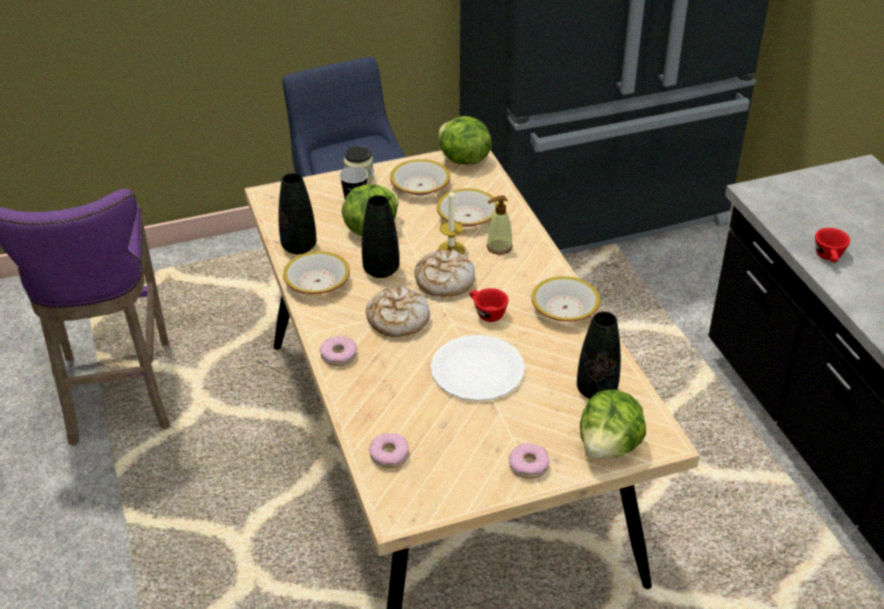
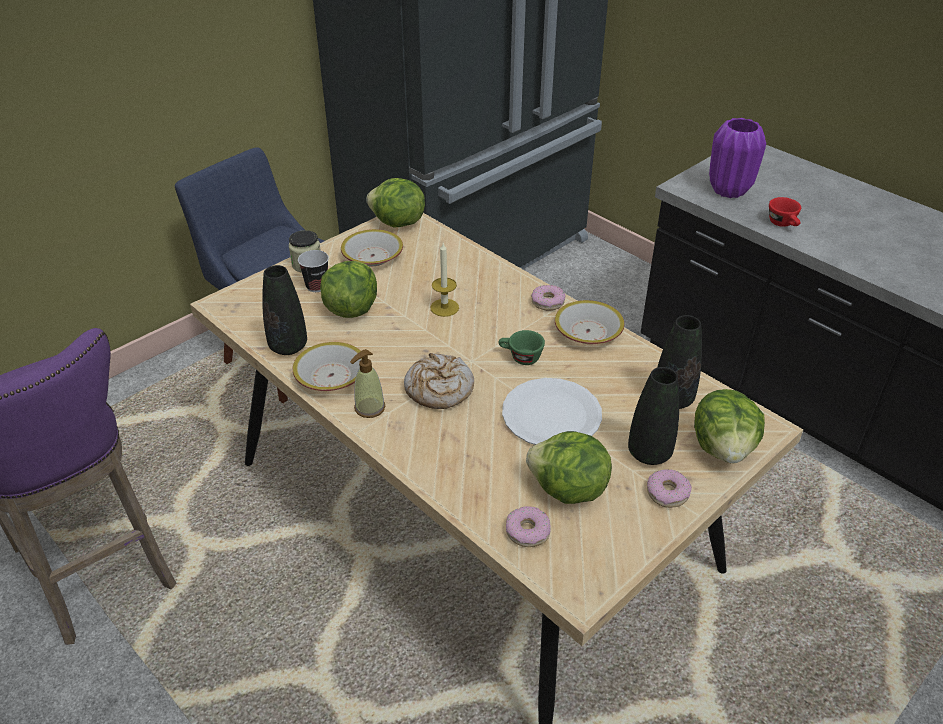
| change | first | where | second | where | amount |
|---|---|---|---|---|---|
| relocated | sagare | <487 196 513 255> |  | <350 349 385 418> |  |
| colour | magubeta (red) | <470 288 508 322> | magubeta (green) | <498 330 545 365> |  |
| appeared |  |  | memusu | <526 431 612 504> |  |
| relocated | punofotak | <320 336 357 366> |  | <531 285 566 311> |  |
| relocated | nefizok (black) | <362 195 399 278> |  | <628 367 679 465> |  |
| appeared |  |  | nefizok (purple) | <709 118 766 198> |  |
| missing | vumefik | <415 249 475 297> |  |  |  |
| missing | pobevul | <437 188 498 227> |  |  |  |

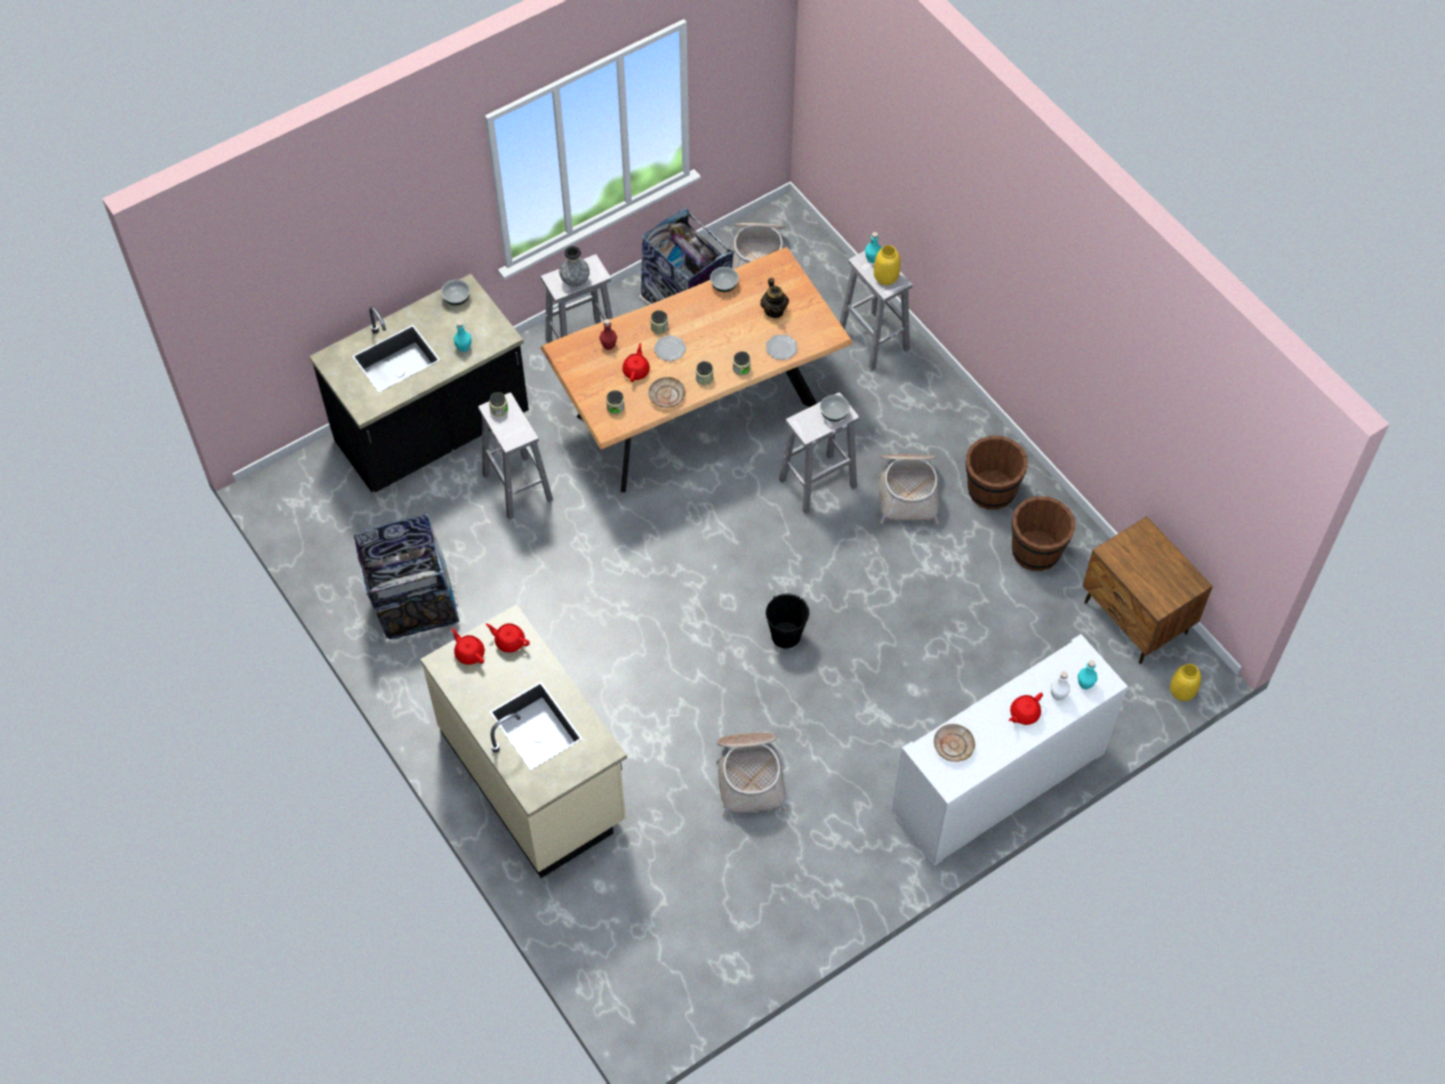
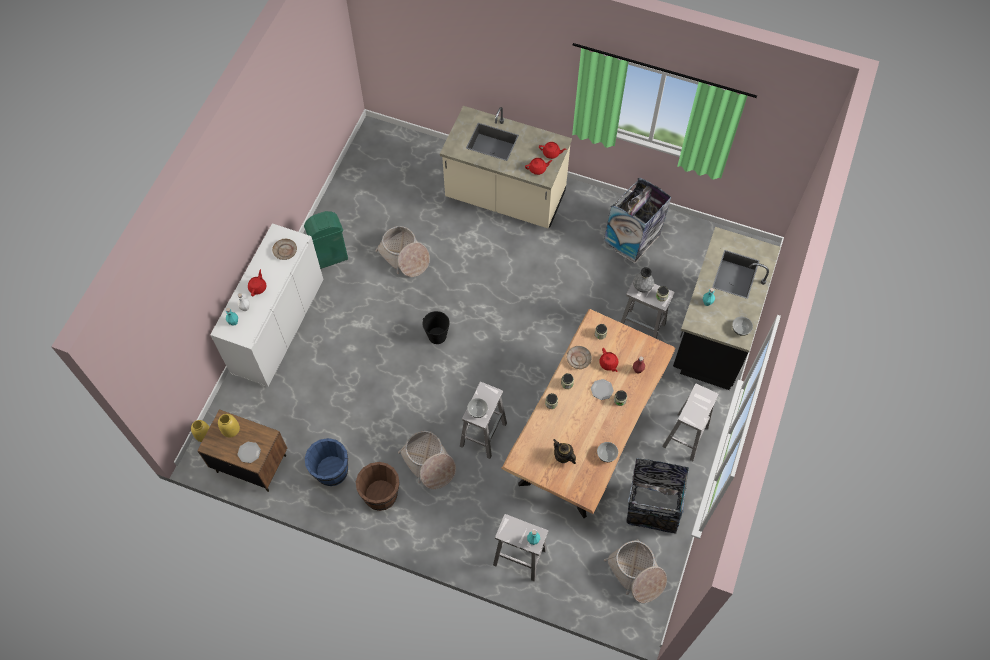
| change | first | where | second | where | amount |
|---|---|---|---|---|---|
| relocated | nefizok (yellow) | <874 245 901 285> |  | <218 414 240 437> |  |
| relocated | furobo | <766 335 797 360> |  | <237 442 261 463> |  |
| appeared |  |  | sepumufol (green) | <304 211 348 269> |  |
| colour | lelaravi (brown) | <1012 496 1075 571> | lelaravi (blue) | <305 438 348 486> |  |
| relocated | nefizok (grey) | <559 246 590 287> |  | <633 267 654 292> |  |

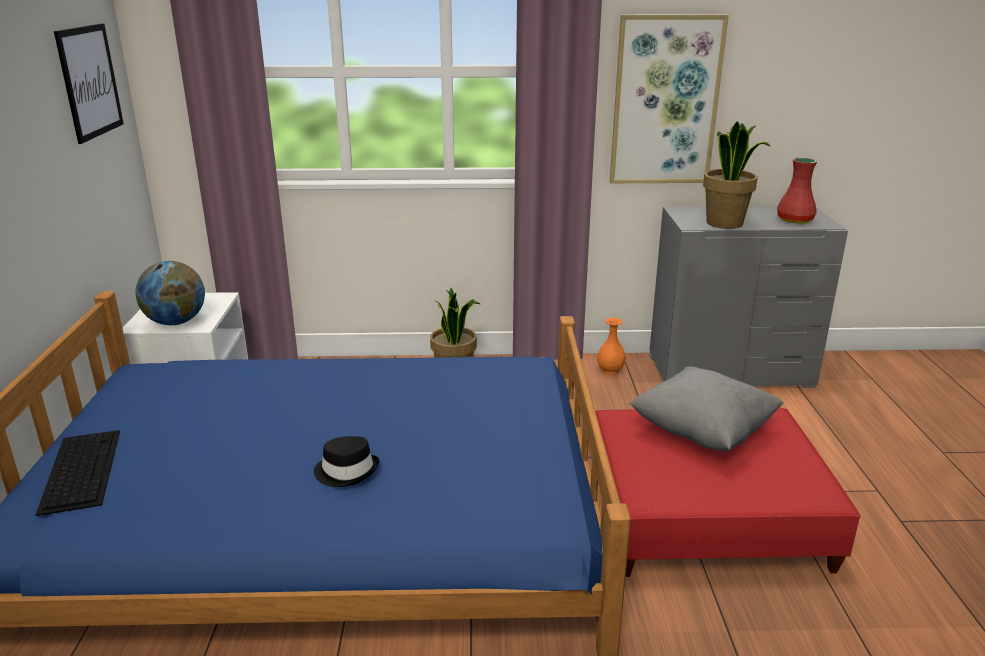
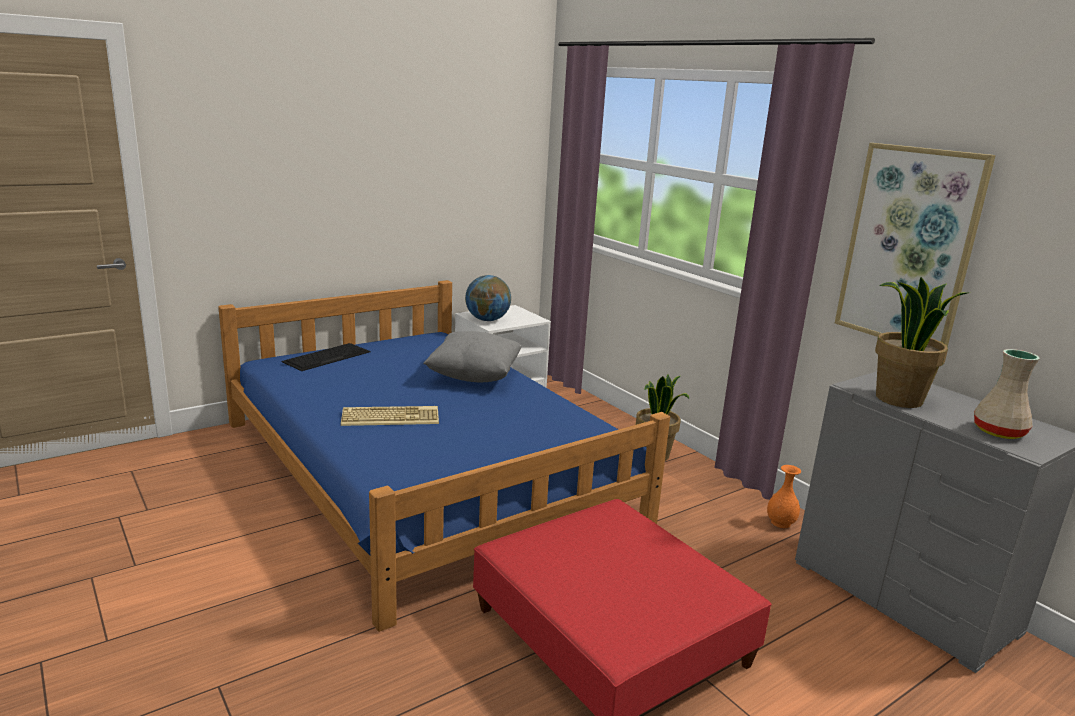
| change | first | where | second | where | amount |
|---|---|---|---|---|---|
| exchanged | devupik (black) | <314 436 379 487> | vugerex | <341 406 439 426> |  |
| relocated | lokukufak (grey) | <629 366 784 451> |  | <423 331 522 382> |  |
| colour | nefizok (red) | <777 158 817 224> | nefizok (beige) | <974 349 1040 439> |  |
| missing | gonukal | <54 23 124 144> |  |  |  |

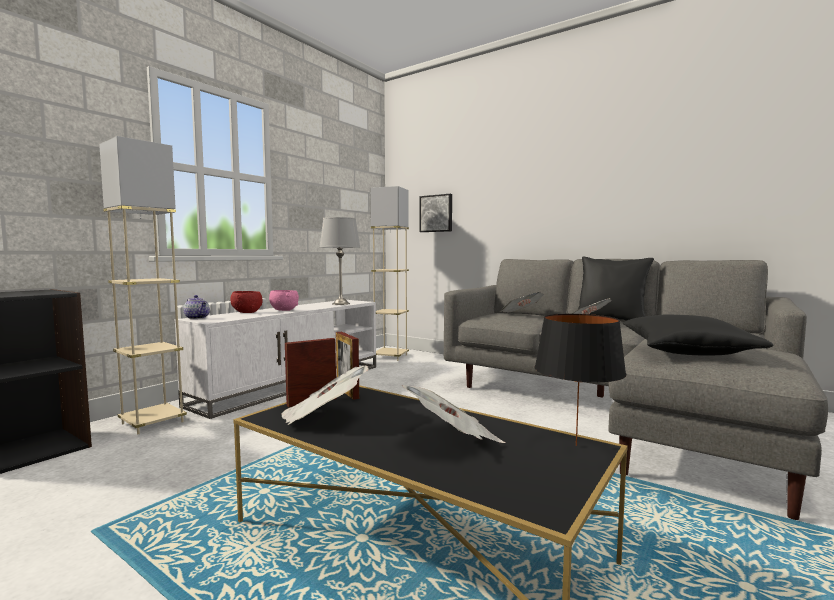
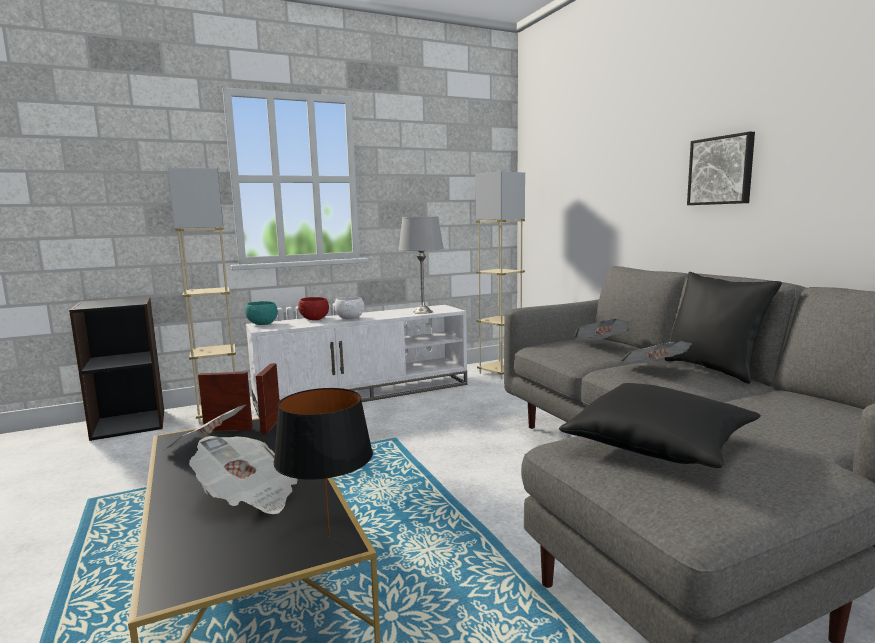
| change | first | where | second | where | amount |
|---|---|---|---|---|---|
| exchanged | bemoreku | <183 295 210 319> | pobevul (turquoise) | <245 301 278 325> |  |
| colour | pobevul (pink) | <269 290 299 311> | pobevul (white) | <334 297 364 320> |  |
| relocated | gonukal | <420 194 452 232> |  | <687 132 755 205> |  |

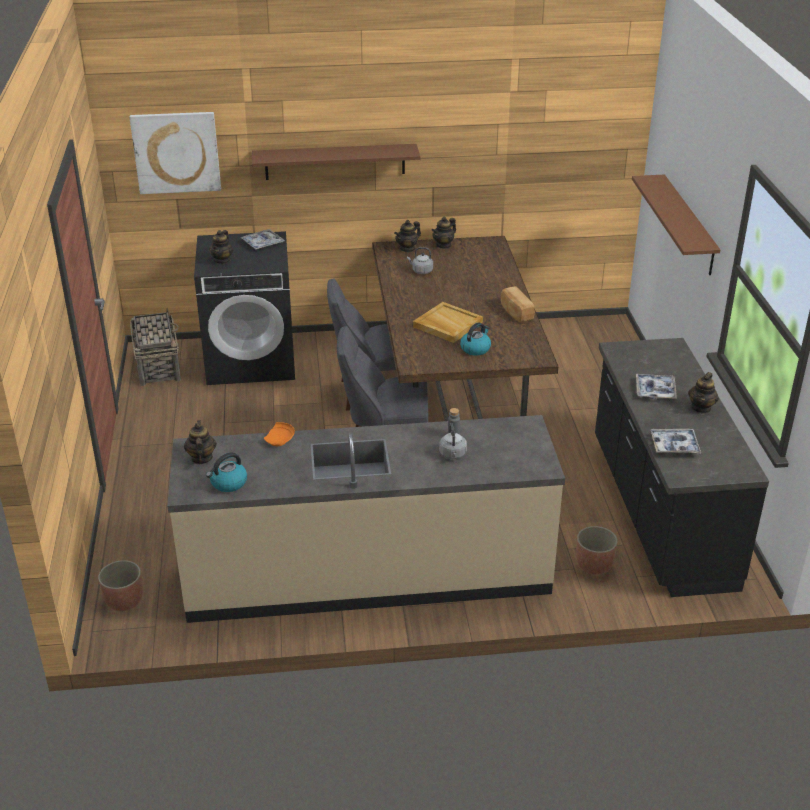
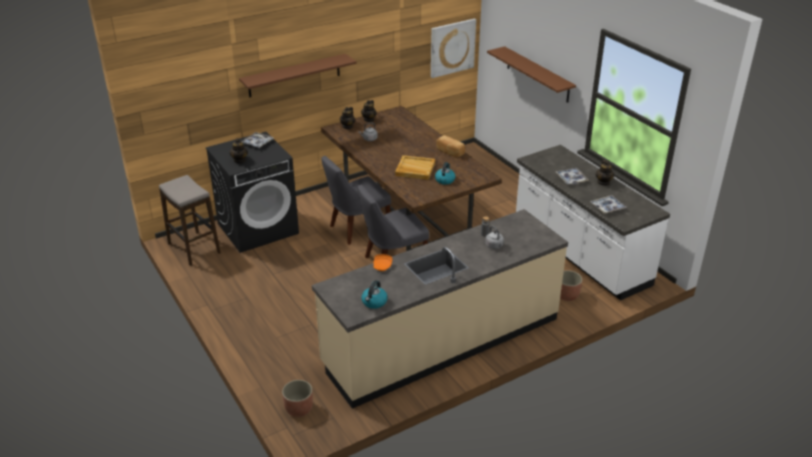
| change | first | where | second | where | amount |
|---|---|---|---|---|---|
| exchanged | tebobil | <130 308 181 386> | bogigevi | <159 175 221 266> |  |
| relocated | gonukal | <129 112 221 194> |  | <431 19 476 78> |  |
| colour | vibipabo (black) | <595 338 769 597> | vibipabo (white) | <516 145 670 301> |  |
| missing | bemoreku | <184 420 217 464> |  |  |  |

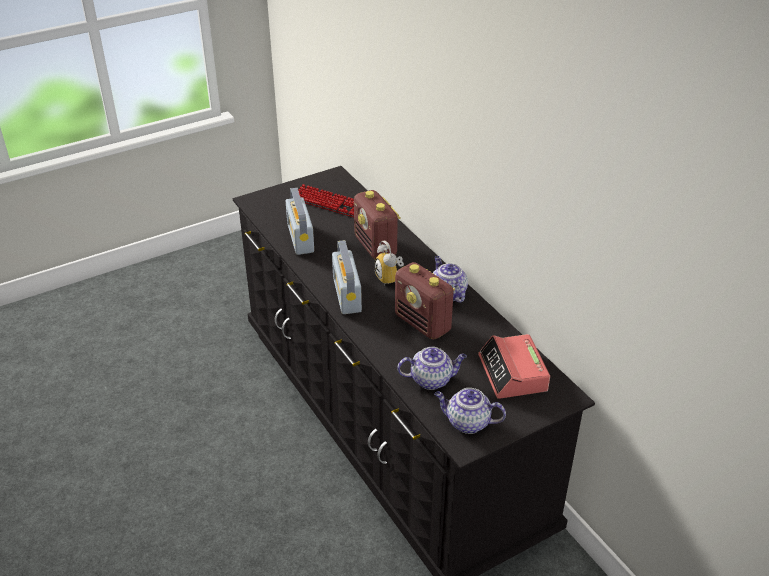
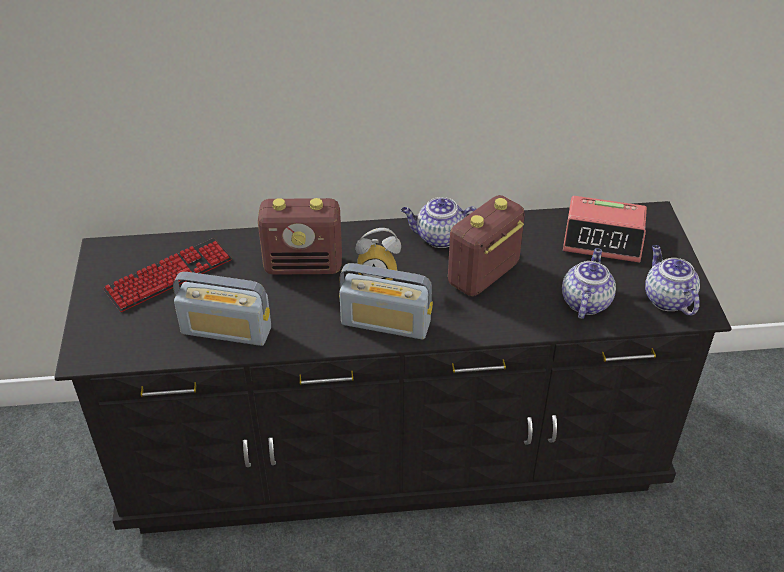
| change | first | where | second | where | amount |
|---|---|---|---|---|---|
| spun | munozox | <395 262 455 340> |  | <448 195 525 296> | 150 degrees clockwise |
| spun | bemoreku | <434 388 506 434> |  | <645 245 700 316> | 120 degrees clockwise |

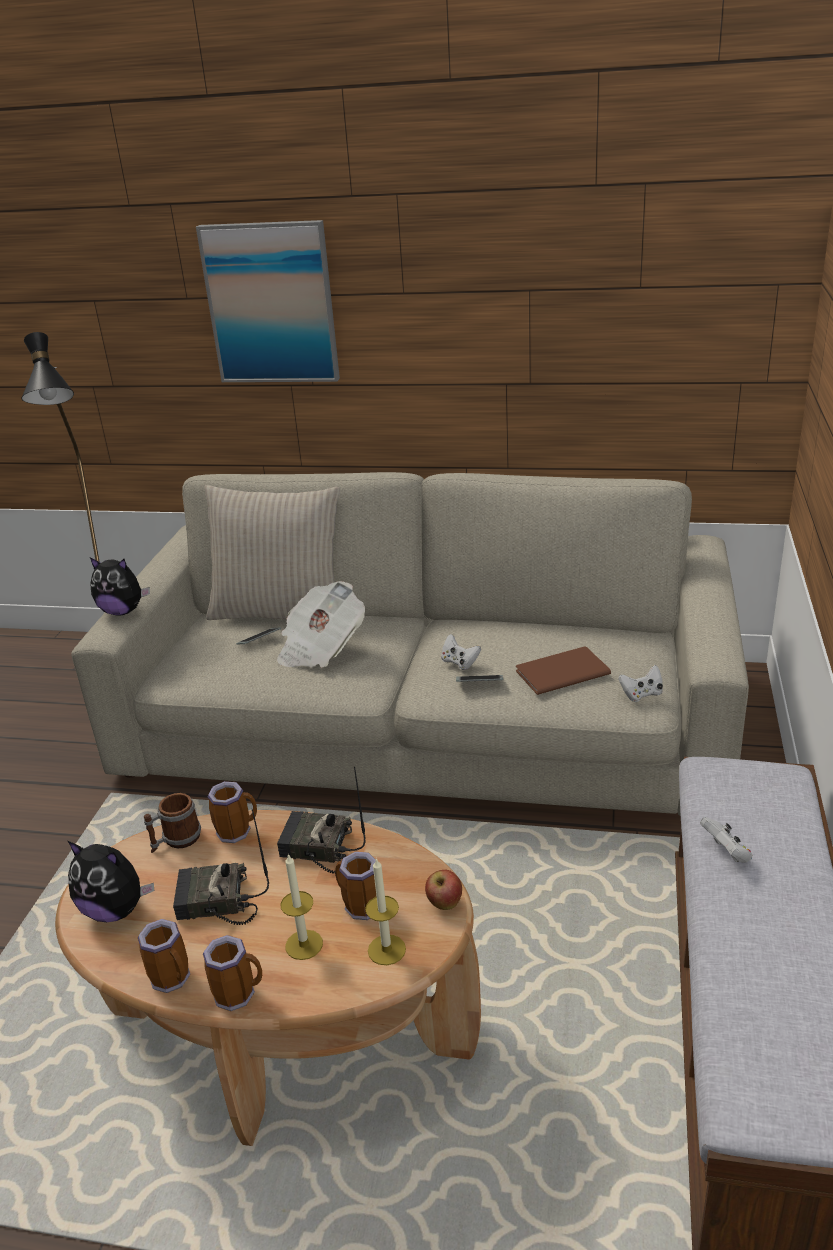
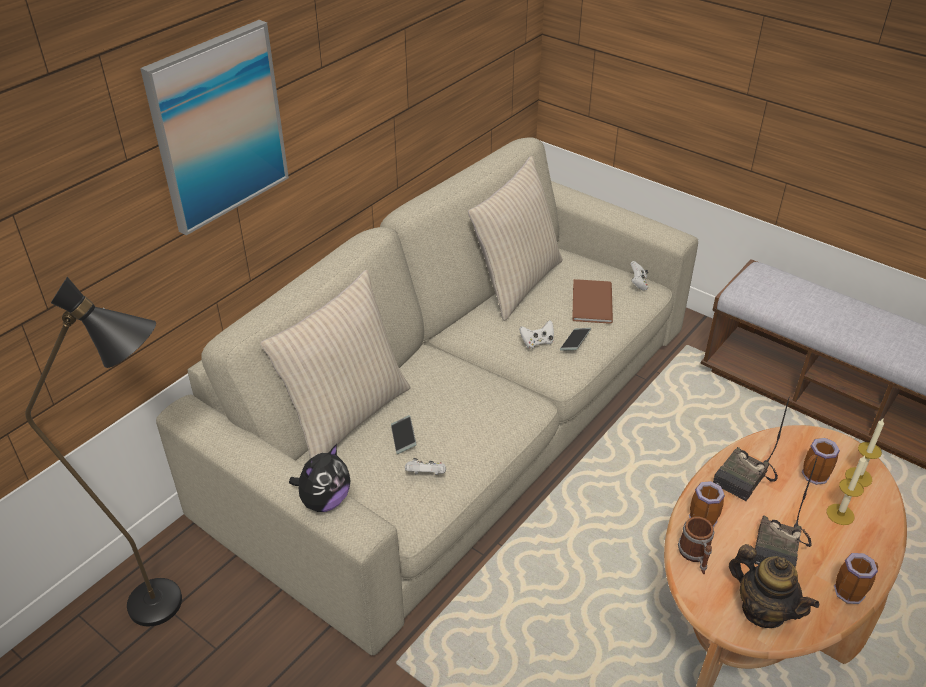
| change | first | where | second | where | amount |
|---|---|---|---|---|---|
| relocated | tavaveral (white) | <700 817 753 863> |  | <405 458 446 476> |  |
| appeared |  |  | lokukufak (beige) | <468 156 563 321> |  |
| exchanged | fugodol | <68 841 154 922> | bemoreku | <729 544 819 628> |  |
| missing | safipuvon | <203 935 262 1011> |  |  |  |
| missing | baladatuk | <277 581 365 668> |  |  |  |
| missing | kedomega | <425 870 462 910> |  |  |  |

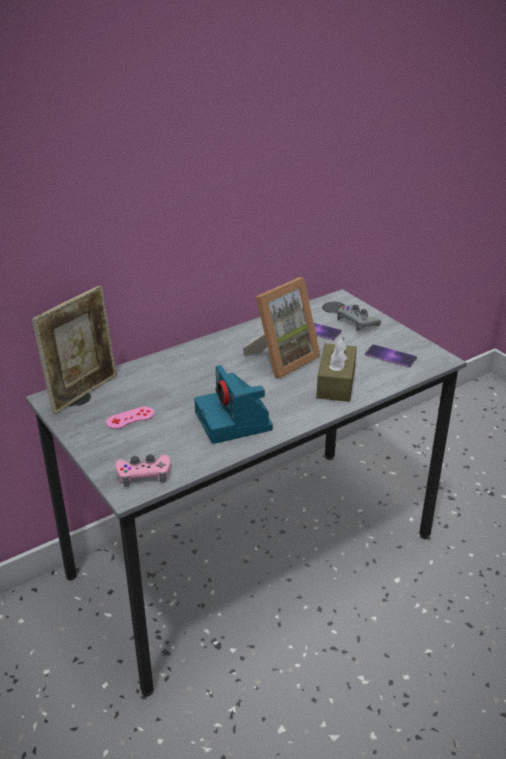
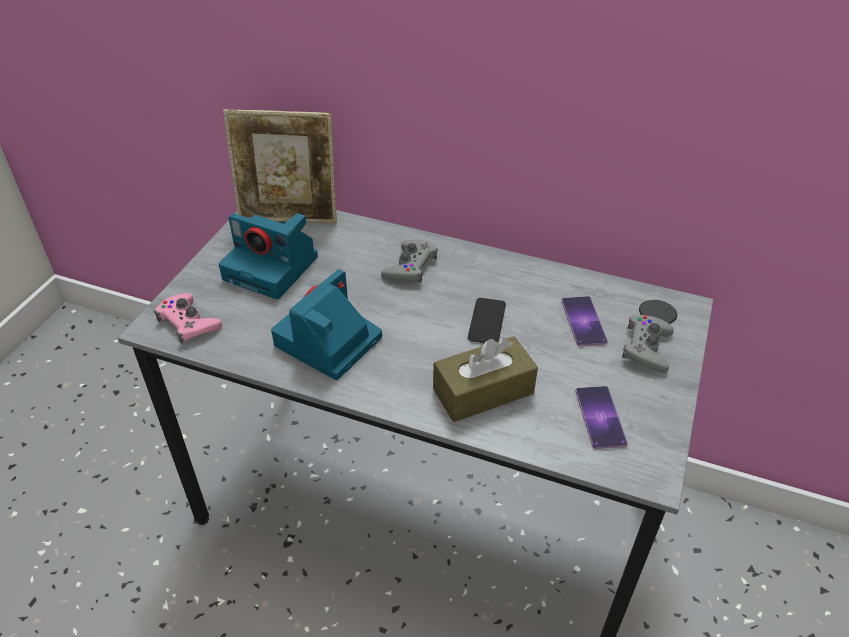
| change | first | where | second | where | amount |
|---|---|---|---|---|---|
| exchanged | tavaveral (pink) | <106 407 154 429> | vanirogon | <218 213 318 300> |  |
| appeared |  |  | tavaveral (grey) | <381 240 437 283> |  |
| exchanged | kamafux | <243 277 321 379> | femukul | <468 298 506 343> |  |

